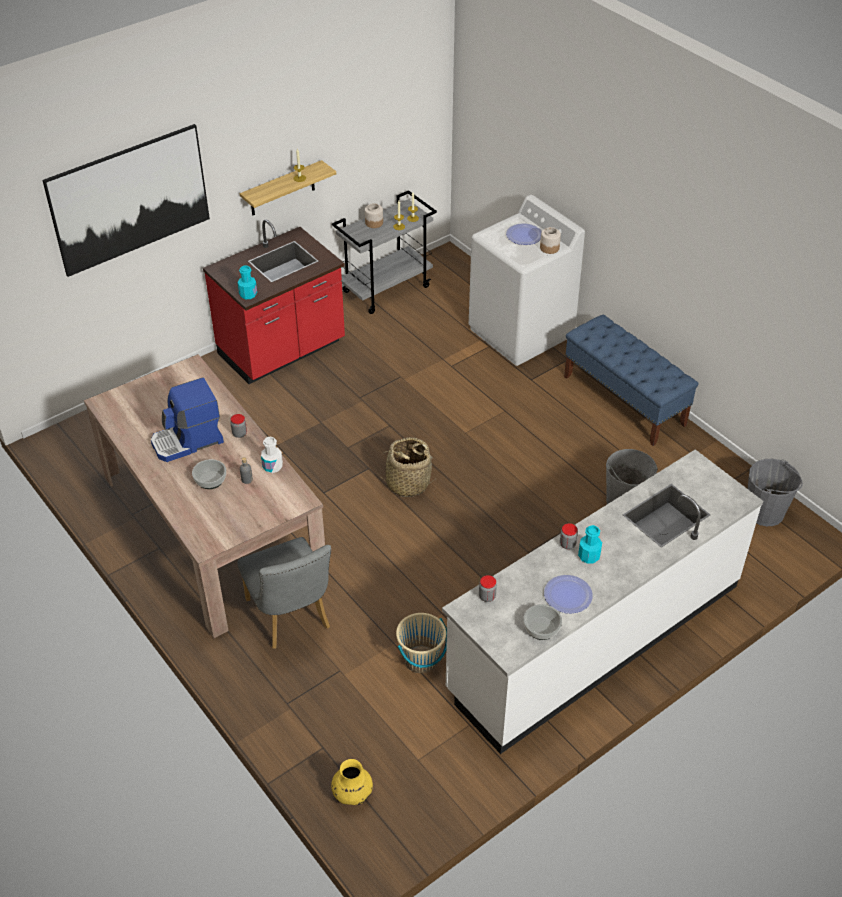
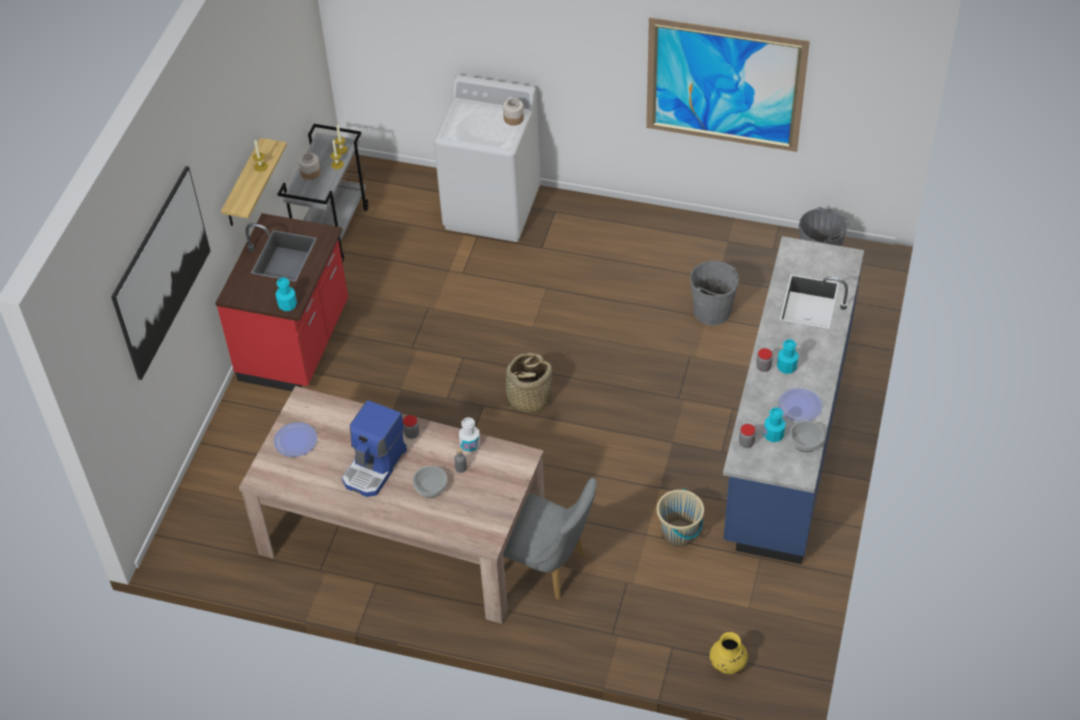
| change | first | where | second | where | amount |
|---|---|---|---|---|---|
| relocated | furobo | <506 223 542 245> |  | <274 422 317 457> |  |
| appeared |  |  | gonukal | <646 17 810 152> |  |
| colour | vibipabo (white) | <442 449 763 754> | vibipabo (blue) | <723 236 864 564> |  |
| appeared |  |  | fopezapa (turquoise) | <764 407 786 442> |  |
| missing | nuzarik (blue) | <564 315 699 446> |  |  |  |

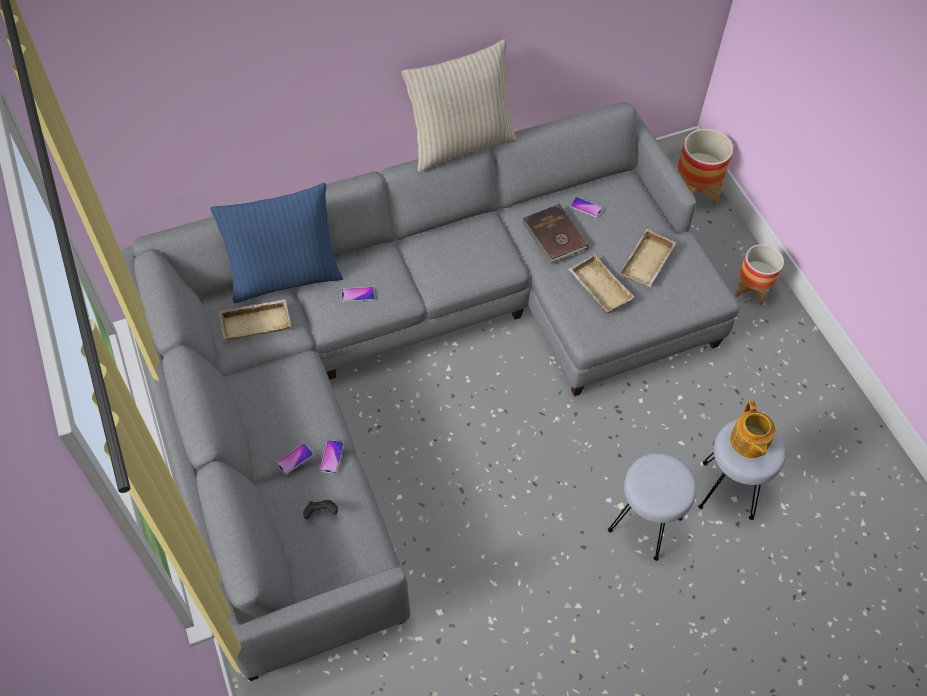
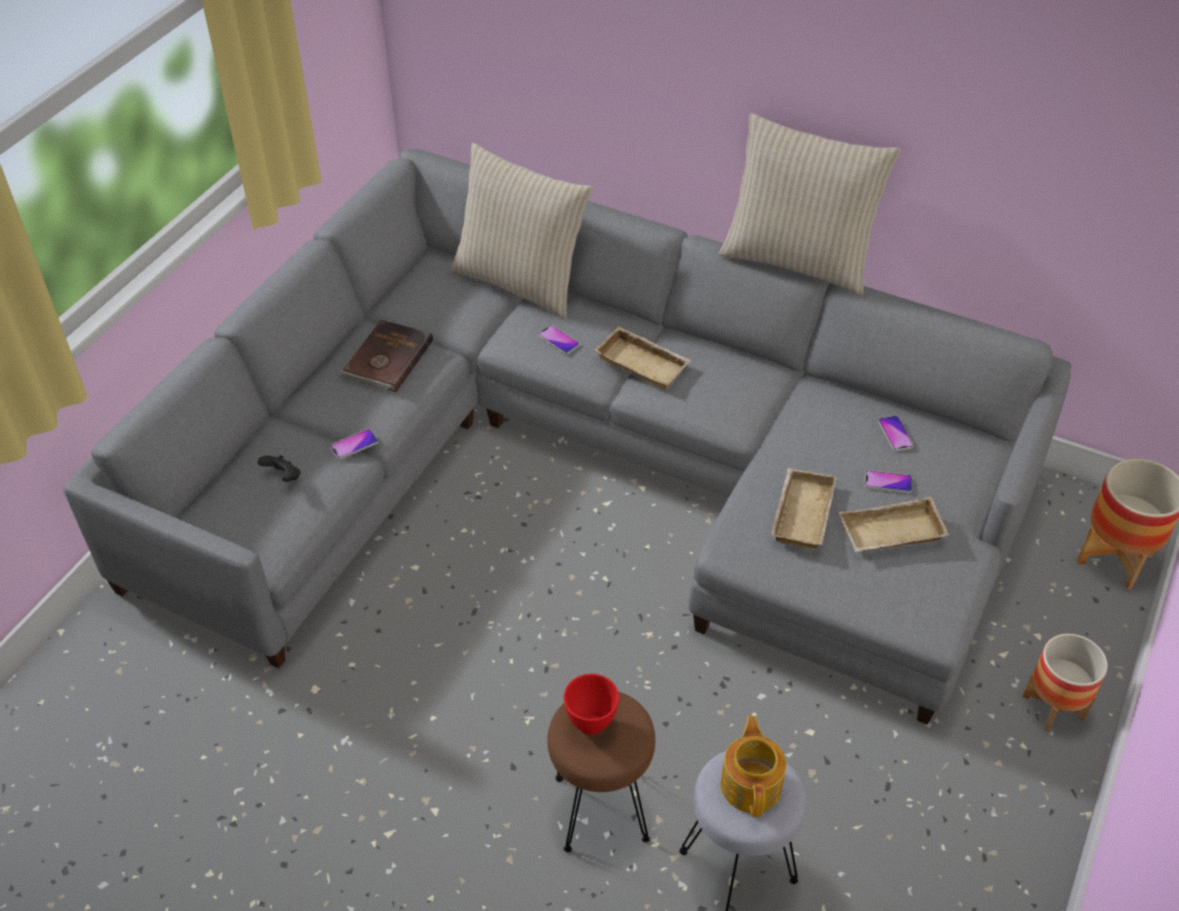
| change | first | where | second | where | amount |
|---|---|---|---|---|---|
| relocated | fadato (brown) | <522 204 589 264> |  | <339 319 433 392> |  |
| colour | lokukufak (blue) | <210 183 343 303> | lokukufak (beige) | <450 143 593 320> |  |
| colour | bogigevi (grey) | <608 453 696 561> | bogigevi (brown) | <547 691 655 852> |  |
| appeared |  |  | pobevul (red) | <564 674 619 735> |  |
| relocated | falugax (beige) | <219 299 291 341> |  | <595 326 691 390> |  |
| spun | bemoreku | <730 400 776 458> |  | <720 716 786 817> | 135 degrees clockwise |
| relocated | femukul | <276 444 313 475> |  | <865 470 912 493> |  |

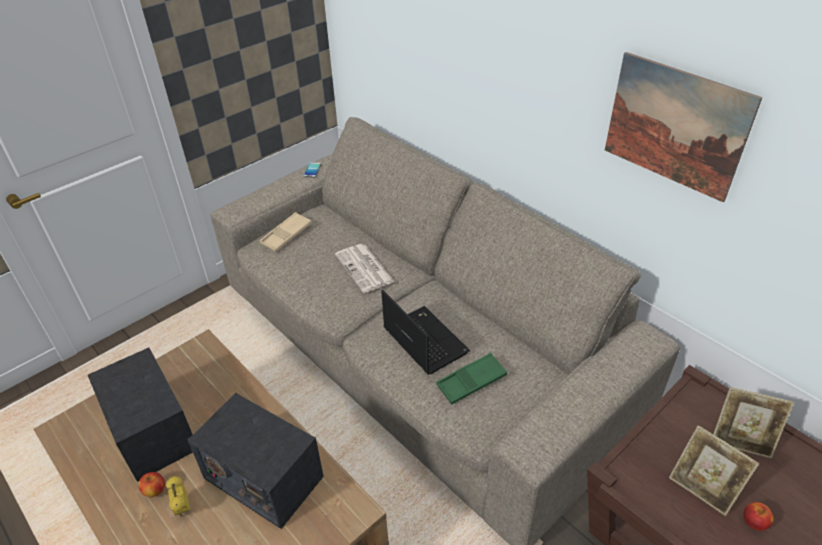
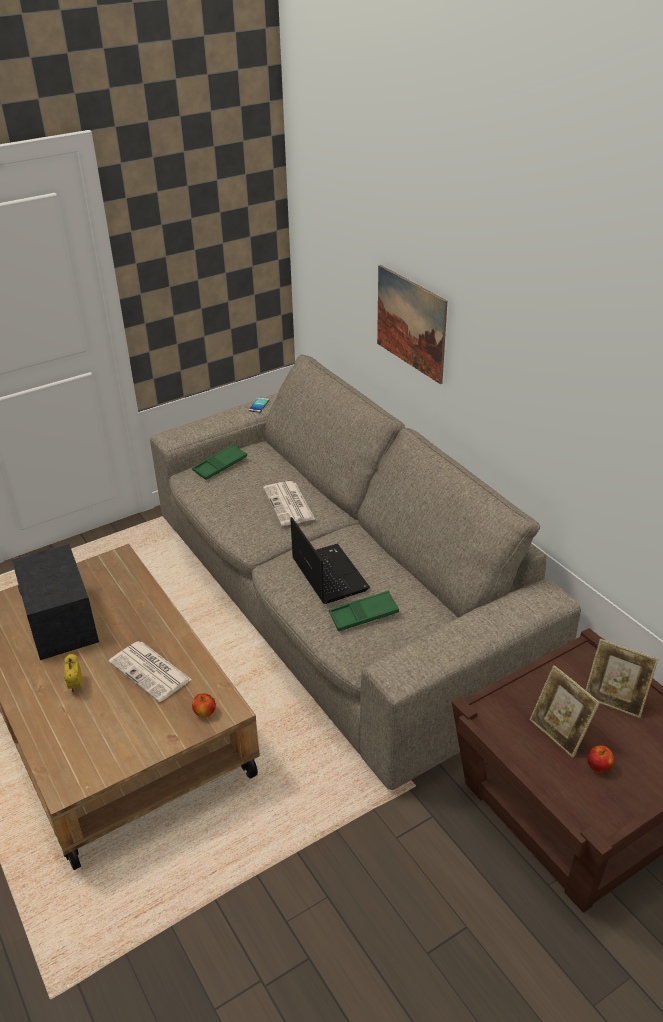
| change | first | where | second | where | amount |
|---|---|---|---|---|---|
| exchanged | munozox | <188 393 324 529> | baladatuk | <109 641 192 702> |  |
| colour | falugax (beige) | <259 212 312 252> | falugax (green) | <192 444 247 480> |  |
| relocated | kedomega | <139 472 165 497> |  | <192 693 216 718> |  |
| relocated | gonukal | <605 52 762 202> |  | <377 265 447 384> |  |

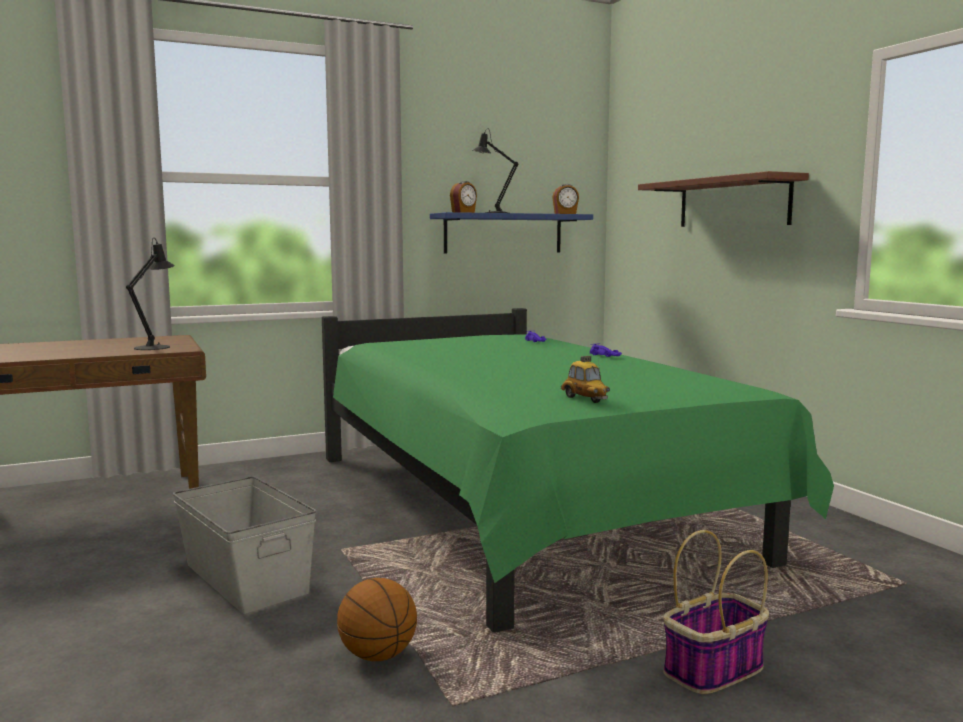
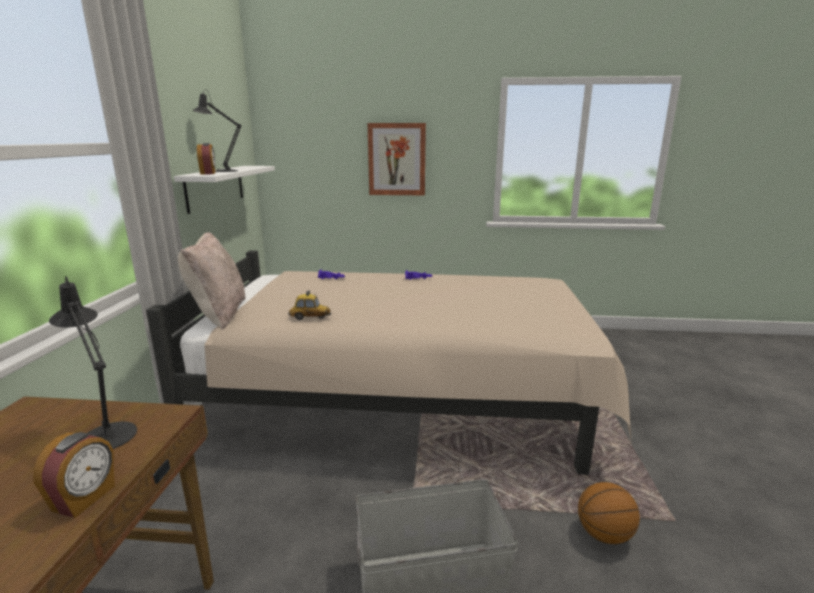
| change | first | where | second | where | amount |
|---|---|---|---|---|---|
| relocated | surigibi | <552 184 579 214> |  | <33 432 115 518> |  |
| colour | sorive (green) | <322 308 834 633> | sorive (beige) | <146 250 632 475> |  |
| colour | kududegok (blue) | <430 212 593 254> | kududegok (white) | <174 166 275 214> |  |
| appeared |  |  | lokukufak (beige) | <178 233 246 330> |  |
| relocated | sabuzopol | <561 356 610 403> |  | <288 290 331 320> |  |
| exchanged | kududegok (brown) | <638 171 809 227> | gonukal | <368 123 426 196> |  |
| missing | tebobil | <663 530 769 694> |  |  |  |

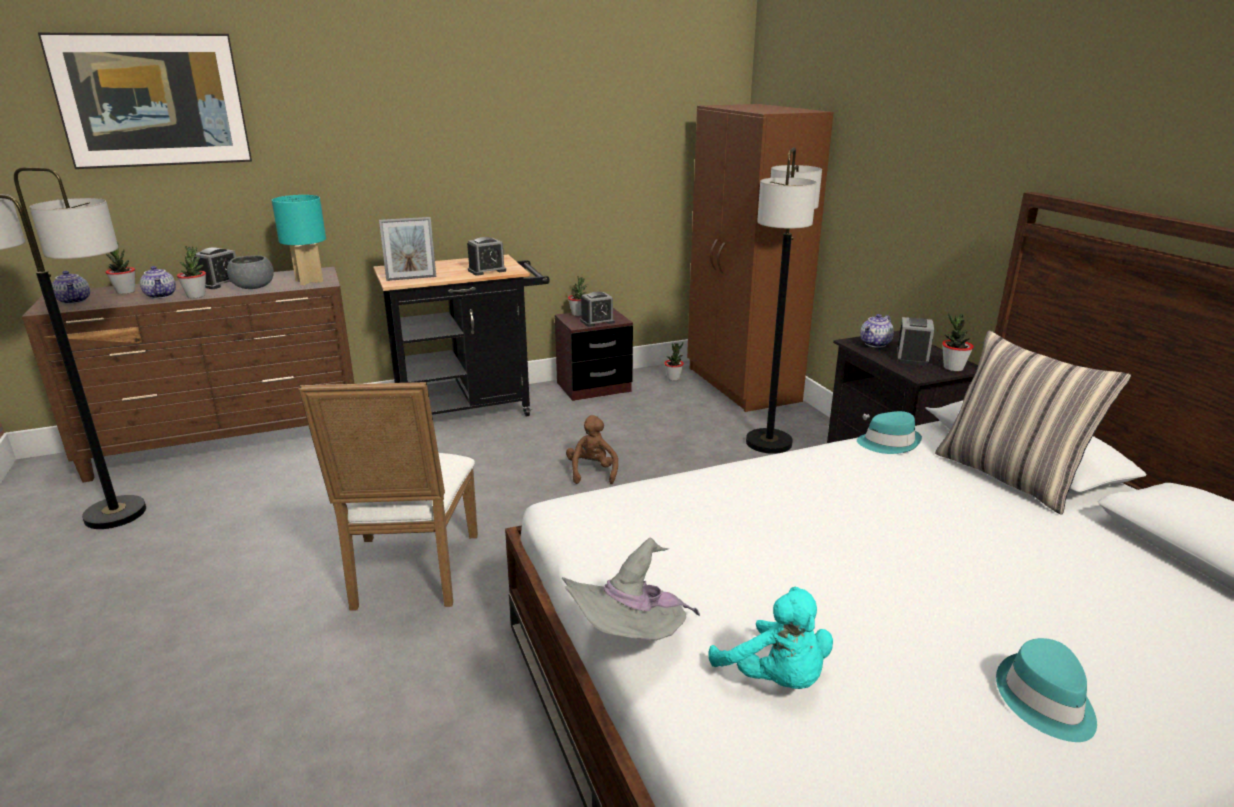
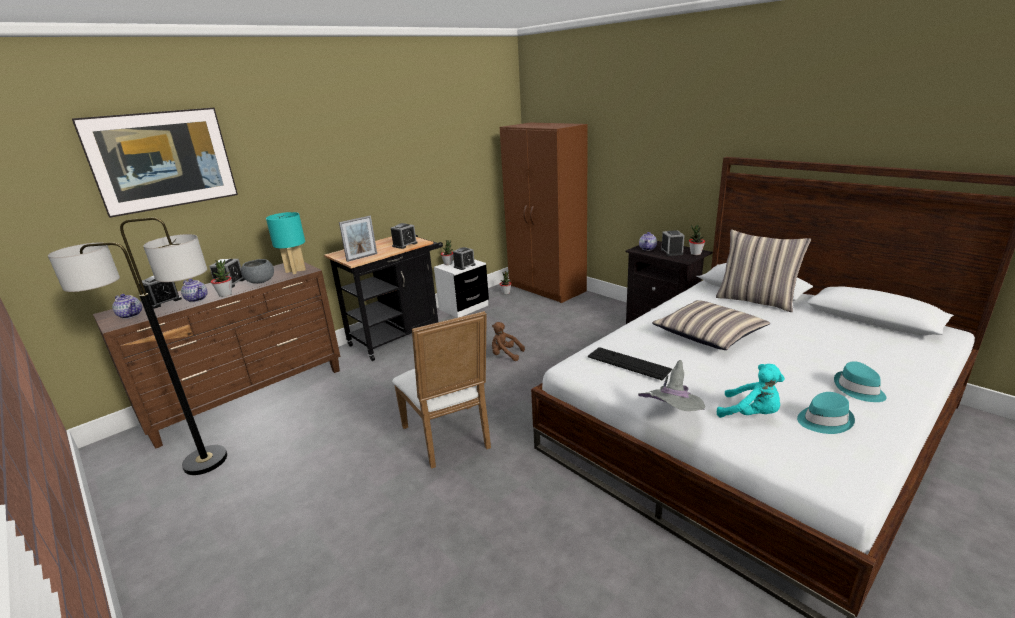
| change | first | where | second | where | amount |
|---|---|---|---|---|---|
| exchanged | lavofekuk | <105 242 135 294> | surigibi | <139 276 182 309> |  |
| colour | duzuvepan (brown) | <555 308 633 401> | duzuvepan (white) | <434 259 489 318> |  |
| spun | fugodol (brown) | <566 415 618 484> |  | <492 322 525 361> | 45 degrees counterclockwise |
| appeared |  |  | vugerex | <588 347 672 380> |  |
| appeared |  |  | lokukufak | <652 300 770 350> |  |
| relocated | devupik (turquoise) | <857 411 922 454> |  | <797 392 855 434> |  |
| missing | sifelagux | <746 147 822 454> |  |  |  |

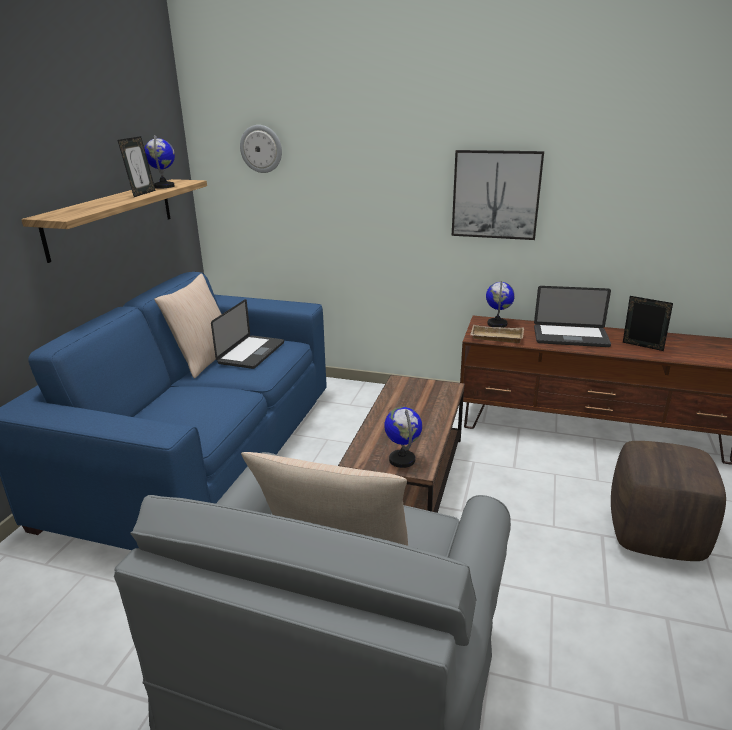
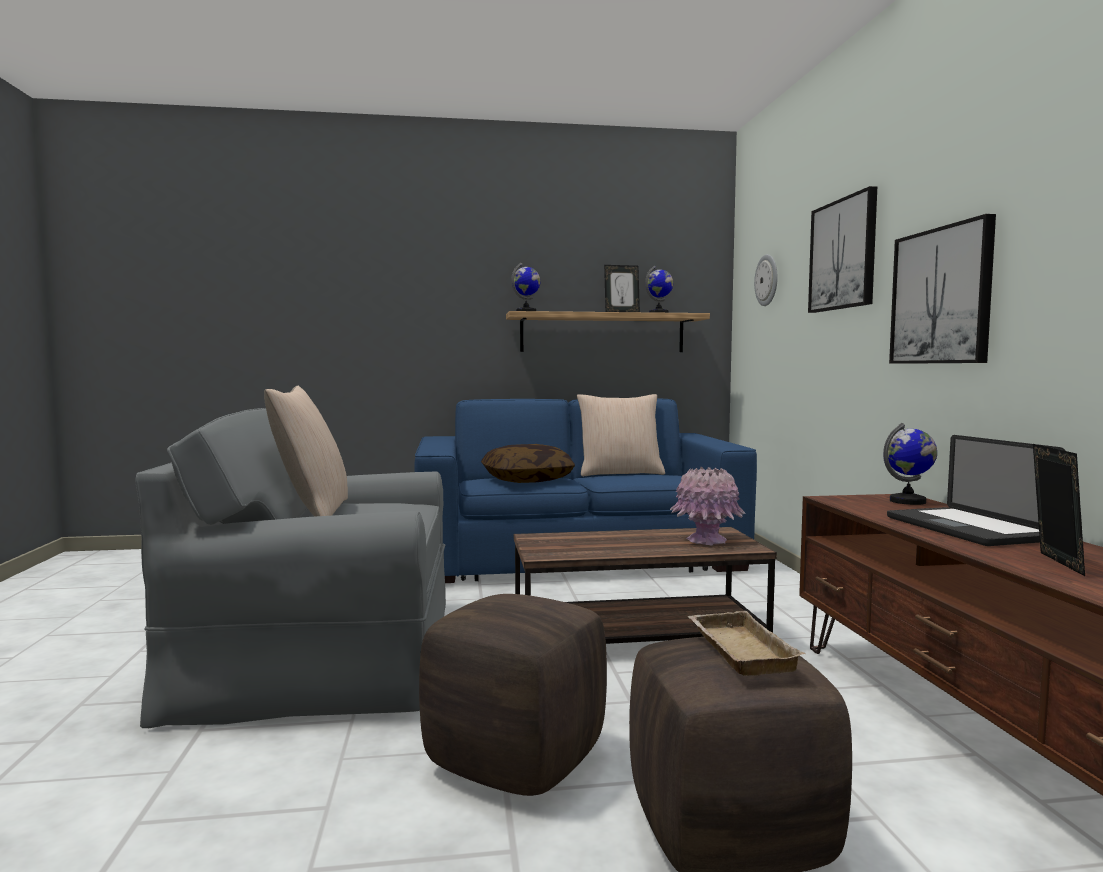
| change | first | where | second | where | amount |
|---|---|---|---|---|---|
| appeared |  |  | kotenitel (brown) | <419 594 607 796> |  |
| appeared |  |  | lokukufak | <481 444 575 483> |  |
| relocated | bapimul | <384 407 422 468> |  | <511 263 541 311> |  |
| appeared |  |  | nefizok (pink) | <670 467 746 546> |  |
| relocated | falugax (beige) | <470 325 524 343> |  | <688 611 805 676> |  |
| appeared |  |  | gonukal | <808 186 877 313> |  |
| missing | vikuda | <211 299 284 369> |  |  |  |

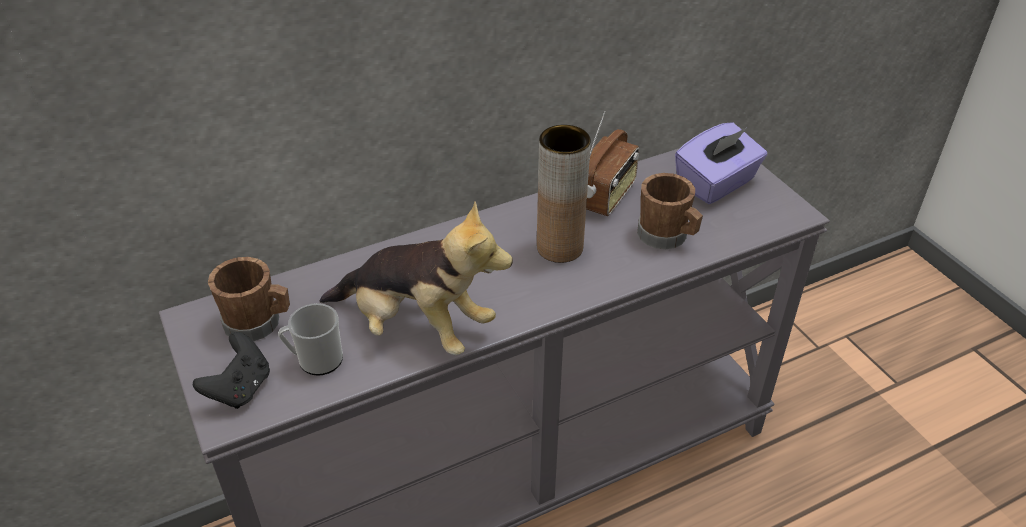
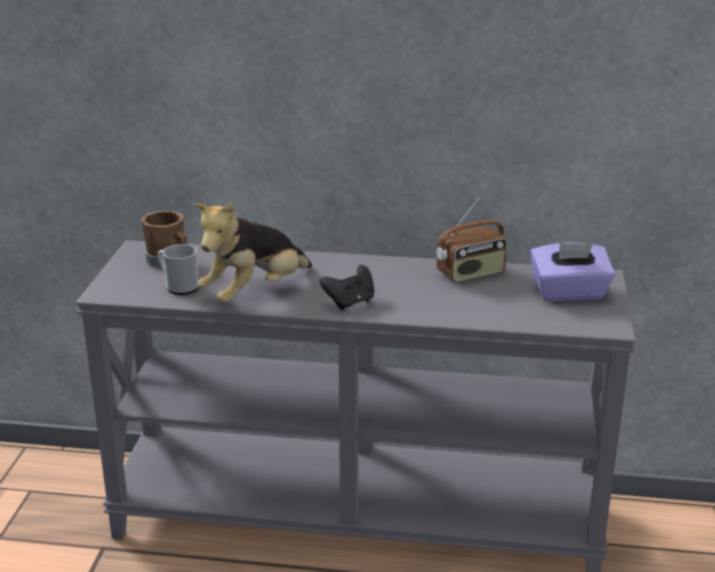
| change | first | where | second | where | amount |
|---|---|---|---|---|---|
| spun | fugodol | <320 201 513 355> |  | <194 201 312 303> | 75 degrees clockwise |
| relocated | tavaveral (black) | <193 332 270 409> |  | <320 265 375 310> |  |
| missing | nefizok (brown) | <537 125 591 263> |  |  |  |
| missing | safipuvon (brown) | <637 173 703 249> |  |  |  |

